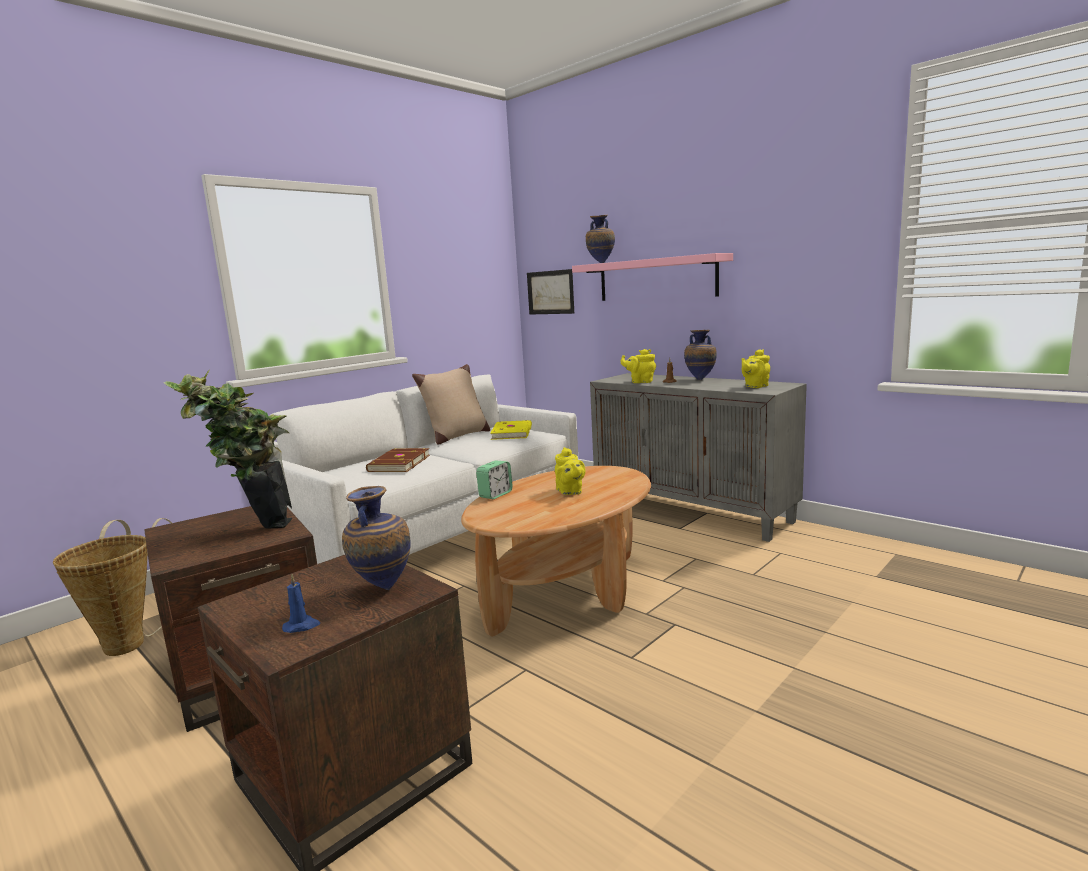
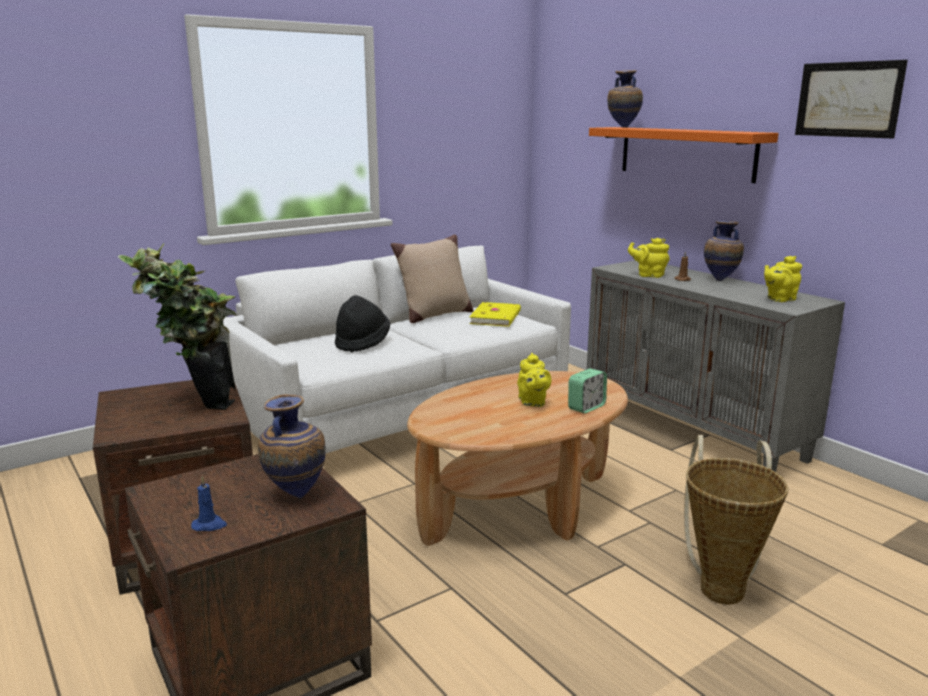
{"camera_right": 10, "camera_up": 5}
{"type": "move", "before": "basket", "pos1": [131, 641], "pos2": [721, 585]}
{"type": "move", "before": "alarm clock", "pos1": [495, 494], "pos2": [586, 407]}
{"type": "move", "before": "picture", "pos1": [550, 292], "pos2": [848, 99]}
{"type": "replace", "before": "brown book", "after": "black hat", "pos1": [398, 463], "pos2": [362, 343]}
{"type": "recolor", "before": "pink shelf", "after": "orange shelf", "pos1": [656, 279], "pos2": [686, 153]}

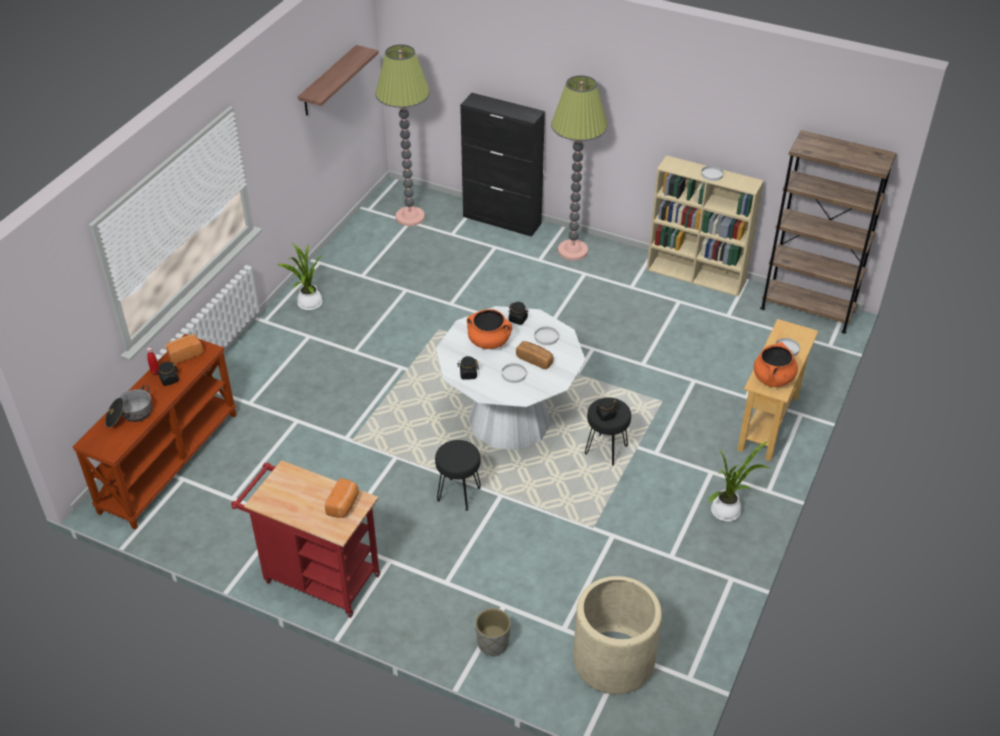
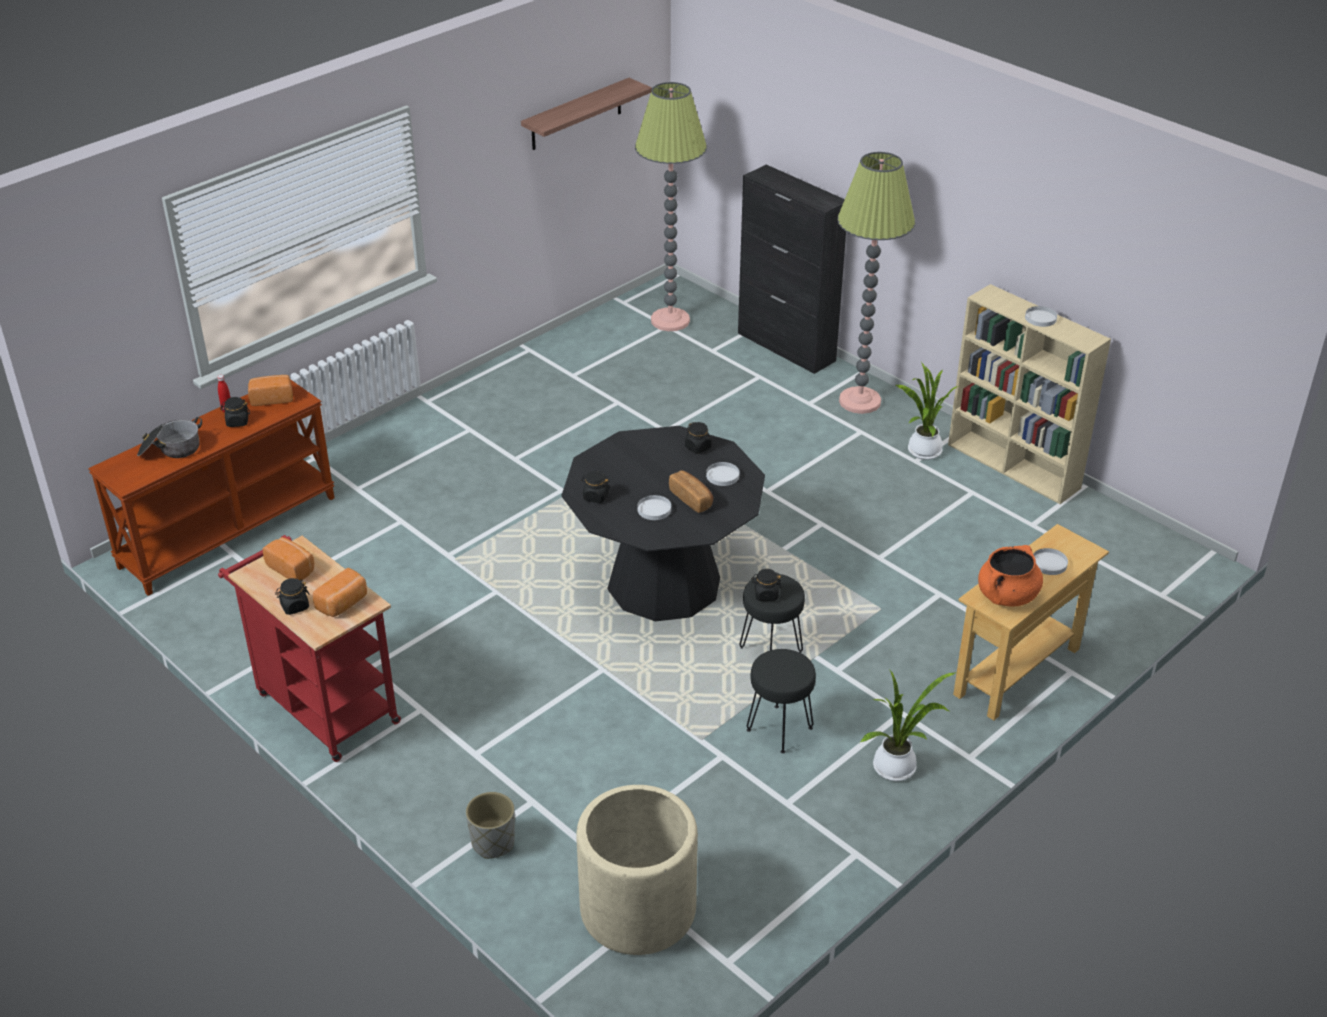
{"camera_right": 20, "camera_up": -5}
{"type": "delete", "before": "orange cooking pot", "pos1": [489, 341]}
{"type": "delete", "before": "brown bookcase", "pos1": [807, 310]}
{"type": "insert", "after": "bread", "pos2": [292, 568]}
{"type": "insert", "after": "black jar", "pos2": [294, 606]}
{"type": "move", "before": "potted plant", "pos1": [308, 304], "pos2": [922, 452]}
{"type": "move", "before": "black stool", "pos1": [458, 494], "pos2": [778, 729]}
{"type": "recolor", "before": "white dining table", "after": "black dining table", "pos1": [509, 420], "pos2": [664, 583]}

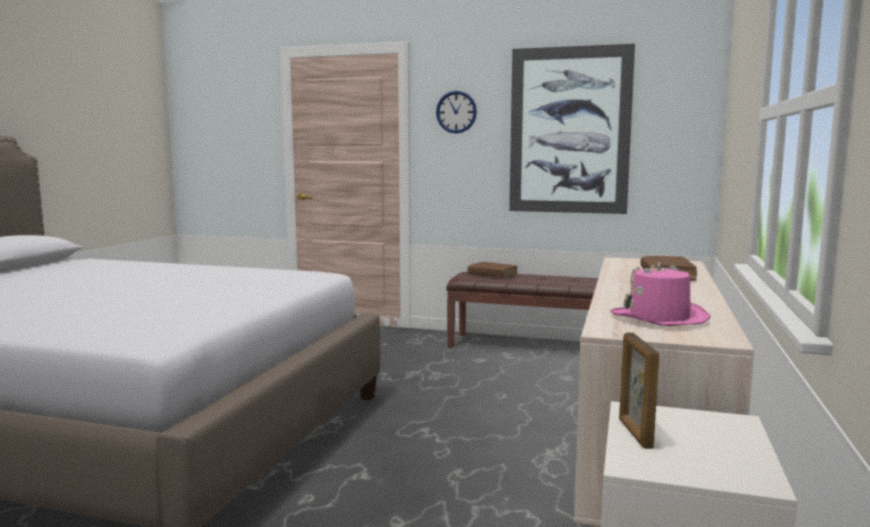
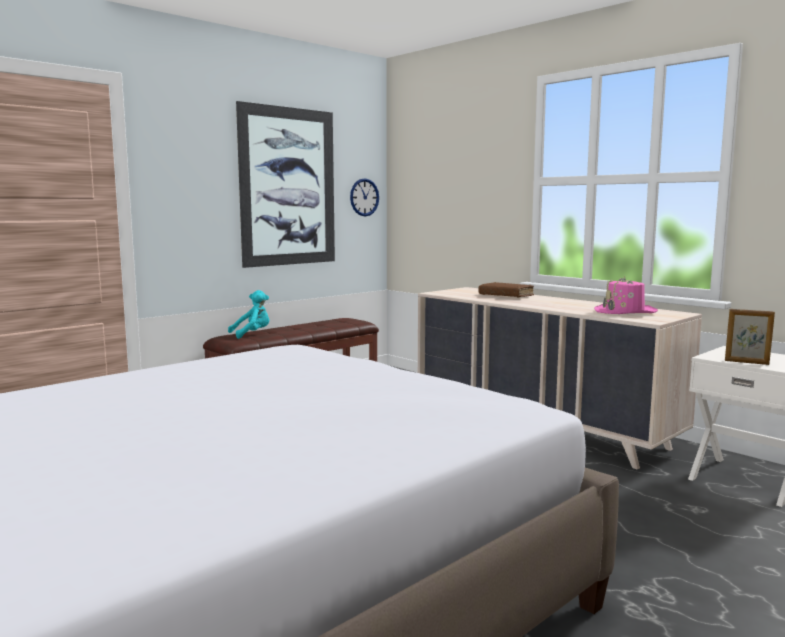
{"camera_right": -60, "camera_up": 0}
{"type": "move", "before": "wall clock", "pos1": [456, 112], "pos2": [364, 197]}
{"type": "replace", "before": "brown book", "after": "turquoise plush toy", "pos1": [492, 275], "pos2": [252, 334]}

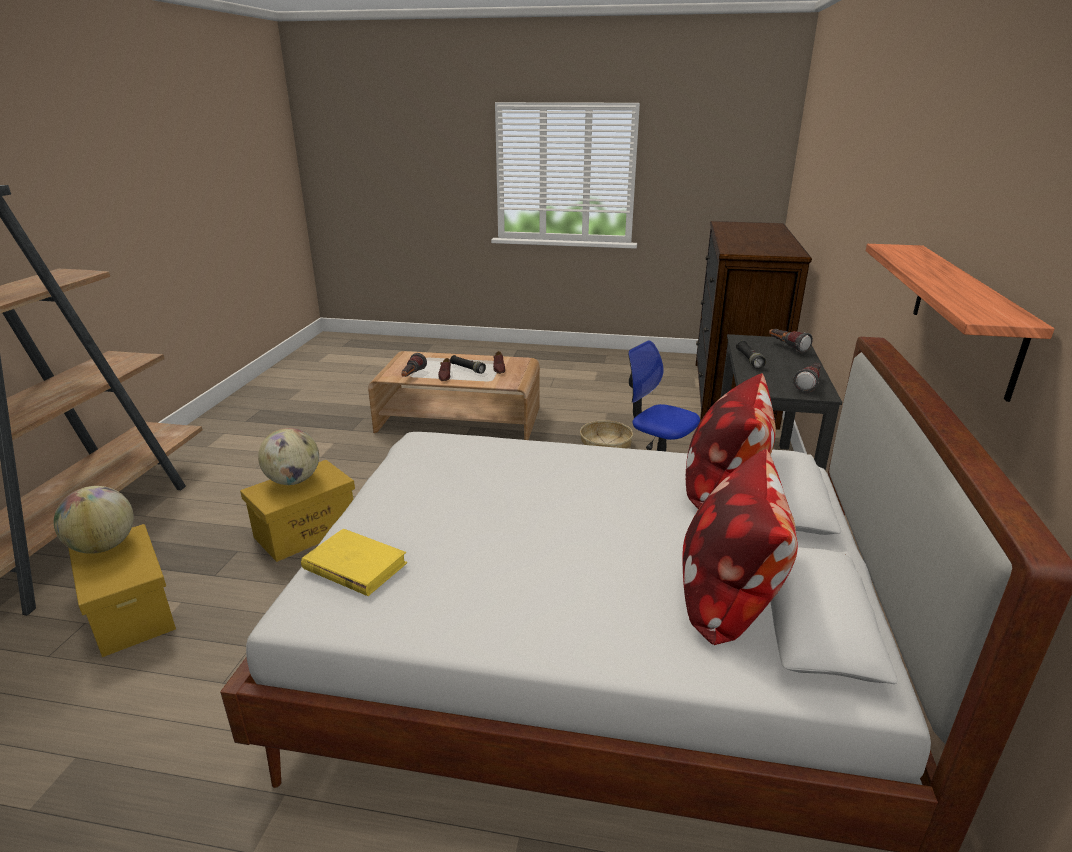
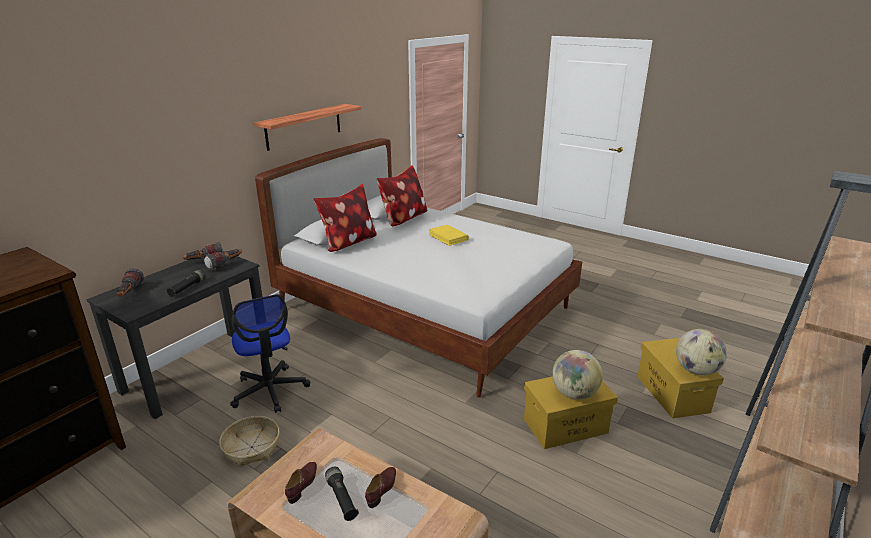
{"camera_right": -155, "camera_up": 0}
{"type": "move", "before": "yellow book", "pos1": [354, 566], "pos2": [448, 237]}
{"type": "move", "before": "flashlight", "pos1": [412, 376], "pos2": [225, 265]}

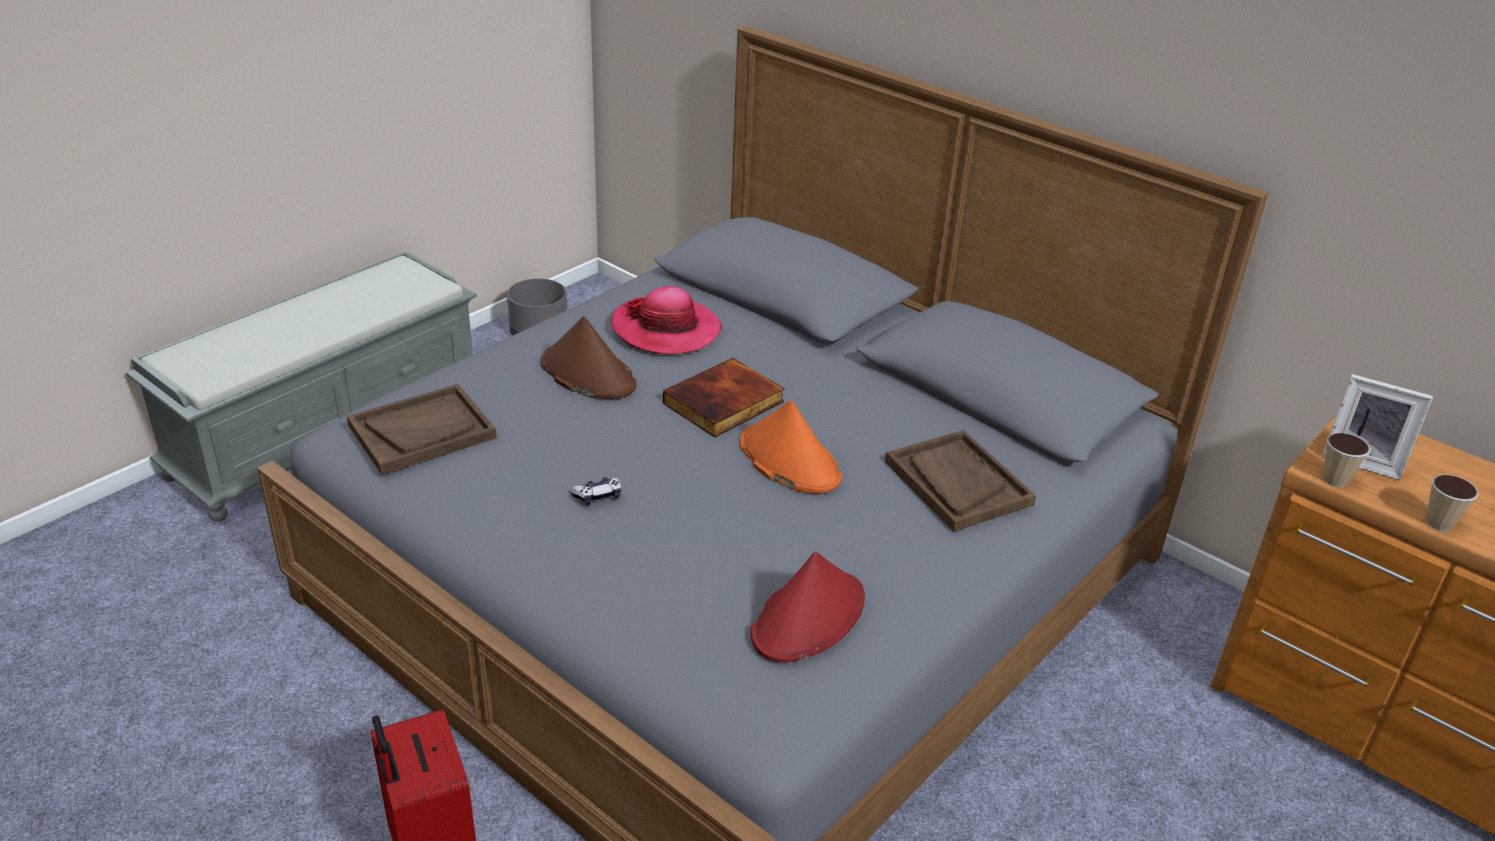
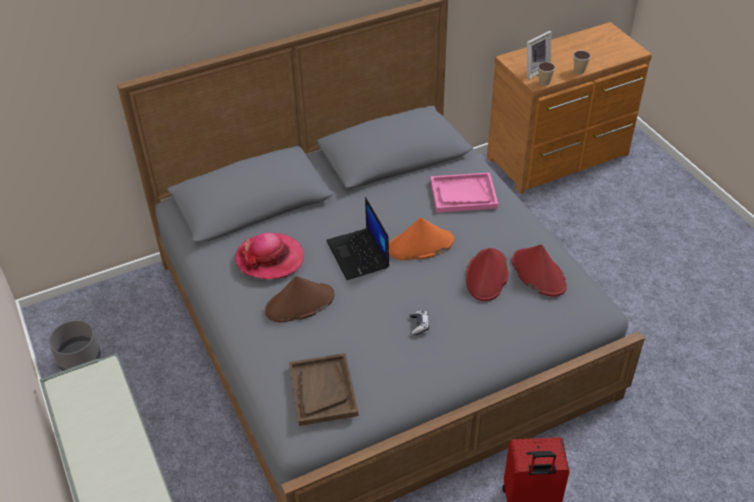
{"camera_right": -65, "camera_up": 10}
{"type": "insert", "after": "red hat", "pos2": [487, 276]}
{"type": "replace", "before": "book", "after": "laptop", "pos1": [724, 404], "pos2": [359, 255]}
{"type": "recolor", "before": "brown tray", "after": "pink tray", "pos1": [957, 483], "pos2": [463, 194]}

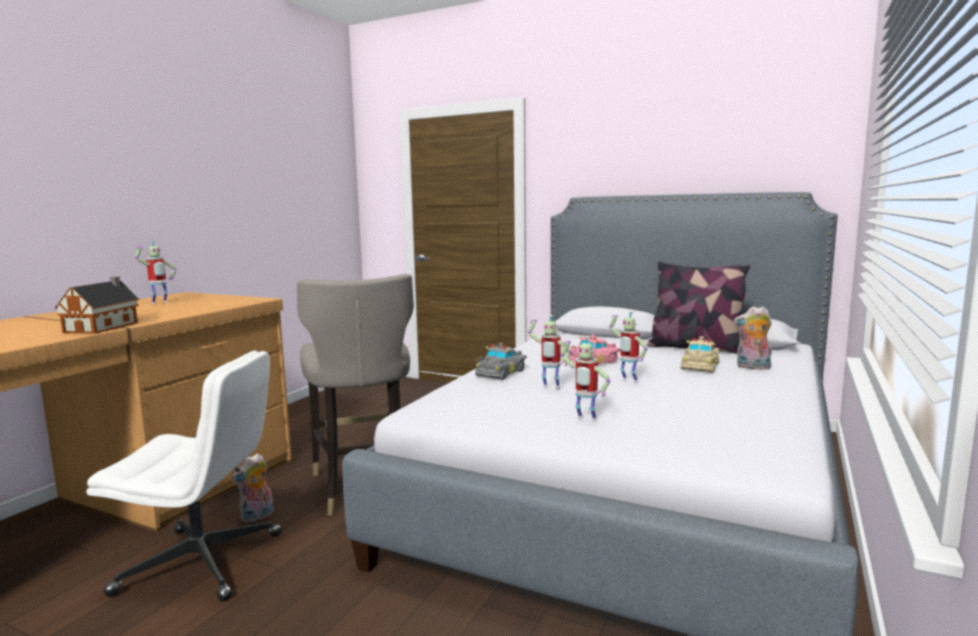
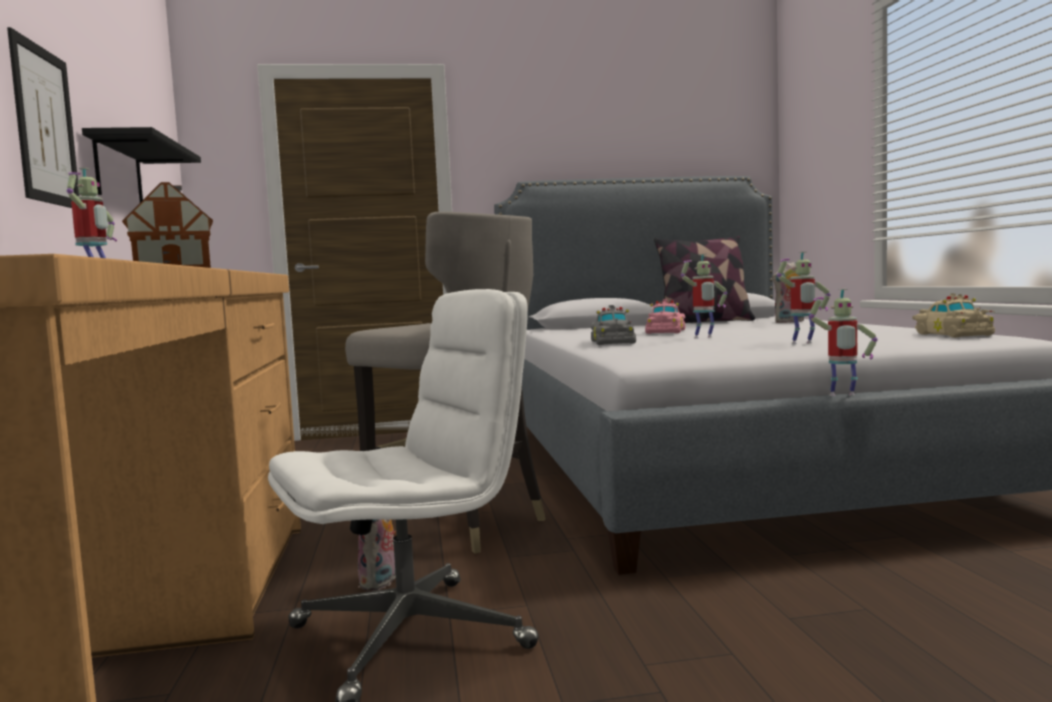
{"camera_right": -35, "camera_up": -5}
{"type": "insert", "after": "picture", "pos2": [45, 126]}
{"type": "insert", "after": "black shelf", "pos2": [118, 173]}
{"type": "move", "before": "toy robot", "pos1": [628, 381], "pos2": [842, 395]}
{"type": "move", "before": "beige toy car", "pos1": [701, 366], "pos2": [952, 334]}

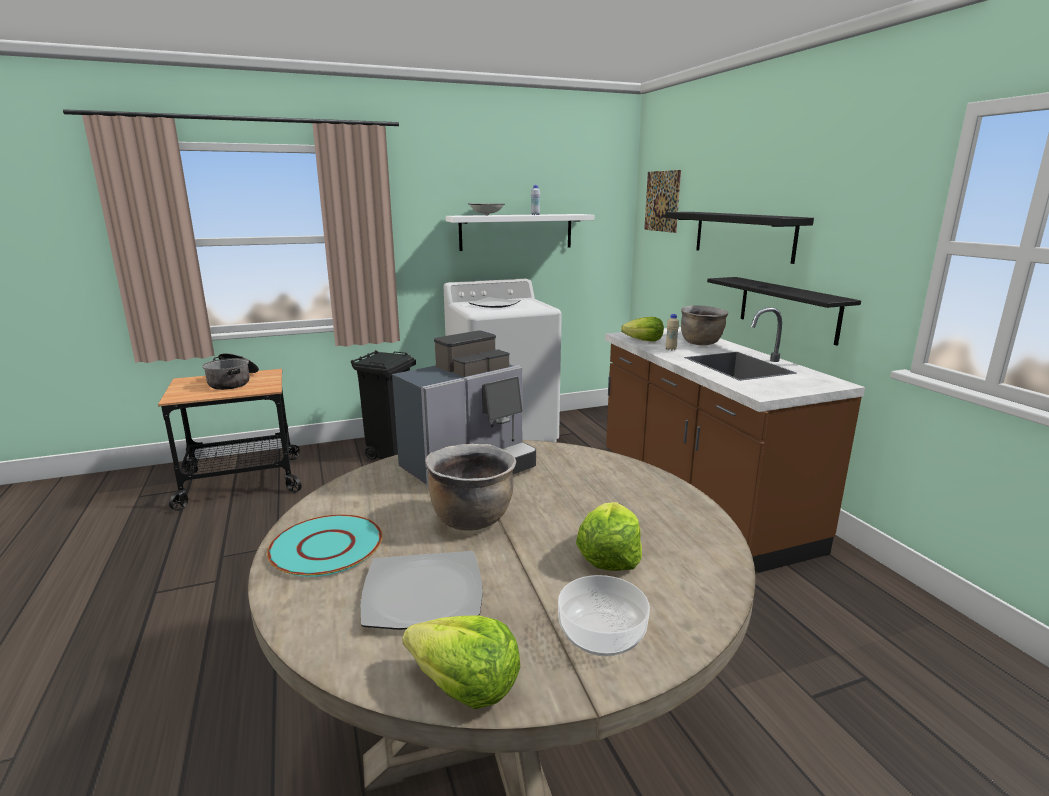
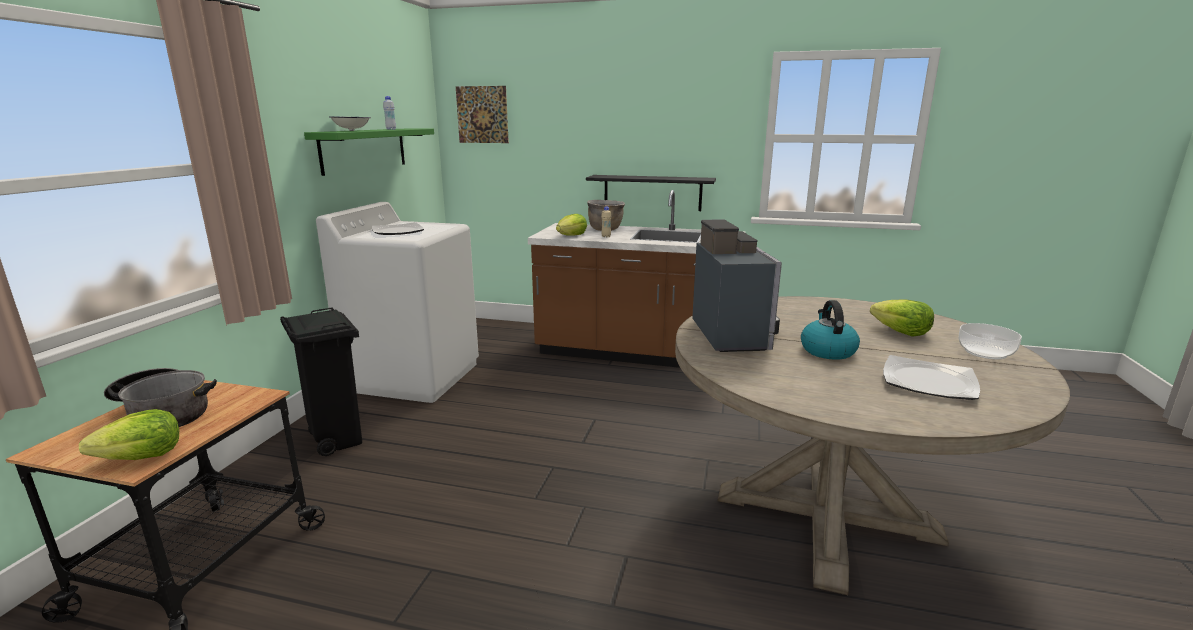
{"camera_right": -55, "camera_up": 0}
{"type": "delete", "before": "turquoise plate", "pos1": [326, 547]}
{"type": "delete", "before": "black shelf", "pos1": [743, 235]}
{"type": "move", "before": "lettuce", "pos1": [465, 686], "pos2": [142, 457]}
{"type": "replace", "before": "brown cooking pot", "after": "kettle", "pos1": [471, 518], "pos2": [827, 350]}
{"type": "recolor", "before": "white shelf", "after": "green shelf", "pos1": [516, 232], "pos2": [364, 150]}

